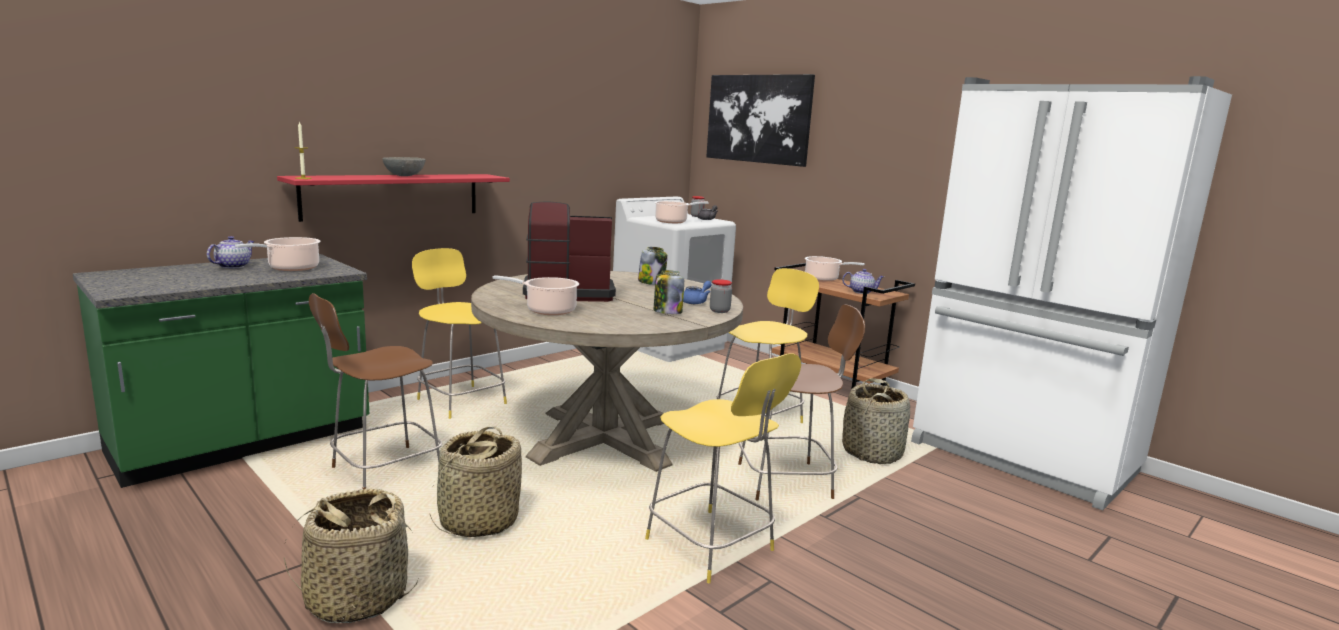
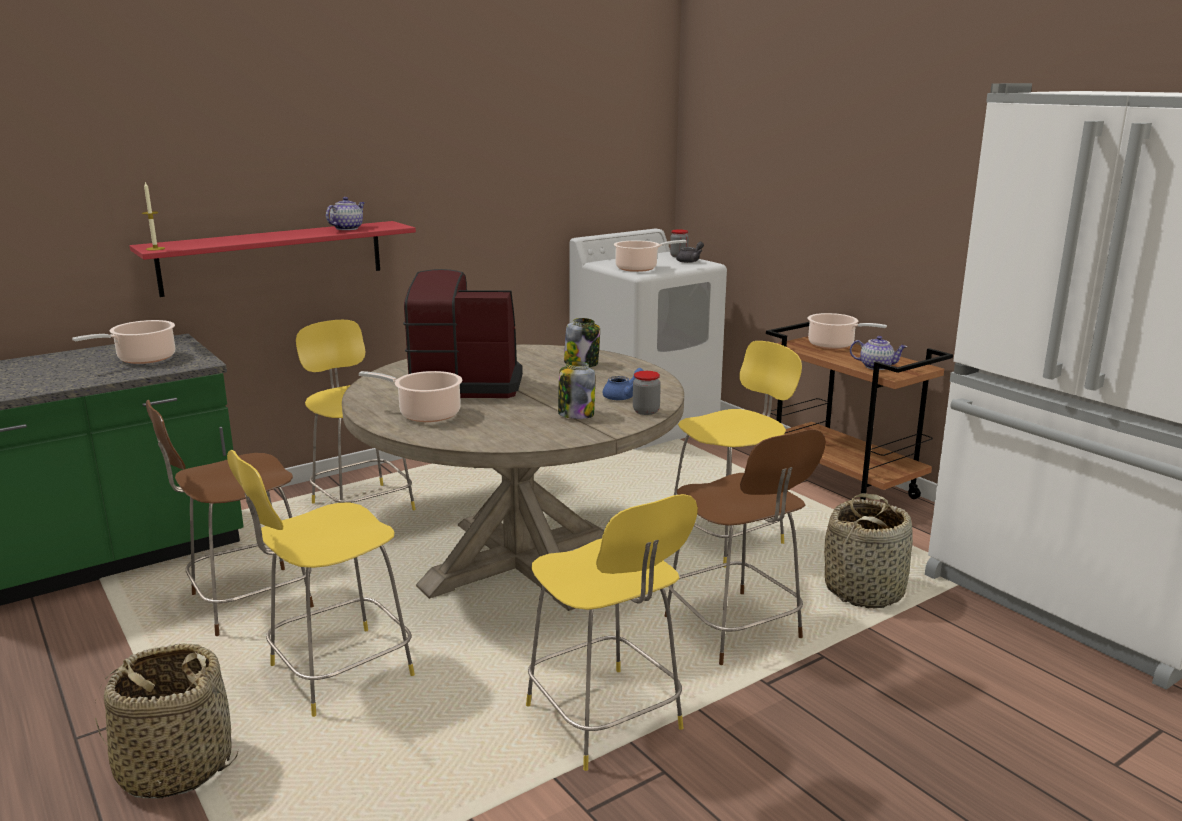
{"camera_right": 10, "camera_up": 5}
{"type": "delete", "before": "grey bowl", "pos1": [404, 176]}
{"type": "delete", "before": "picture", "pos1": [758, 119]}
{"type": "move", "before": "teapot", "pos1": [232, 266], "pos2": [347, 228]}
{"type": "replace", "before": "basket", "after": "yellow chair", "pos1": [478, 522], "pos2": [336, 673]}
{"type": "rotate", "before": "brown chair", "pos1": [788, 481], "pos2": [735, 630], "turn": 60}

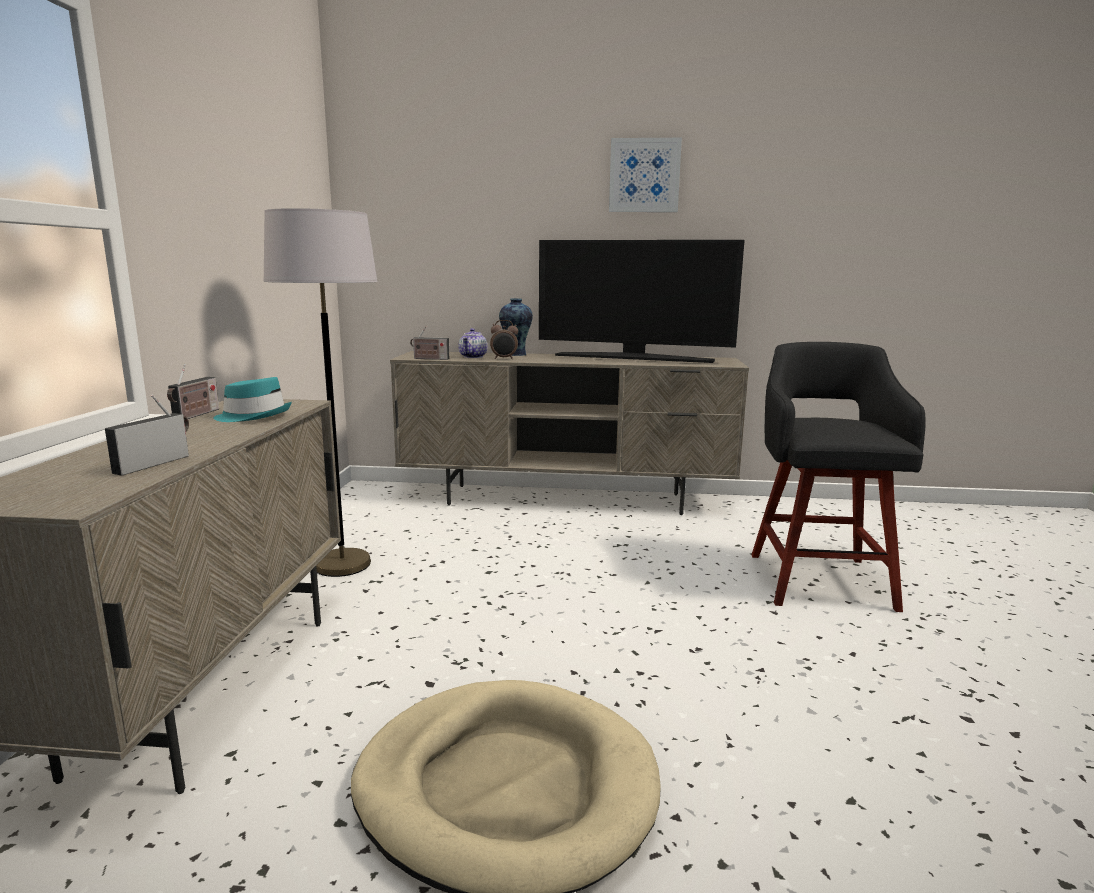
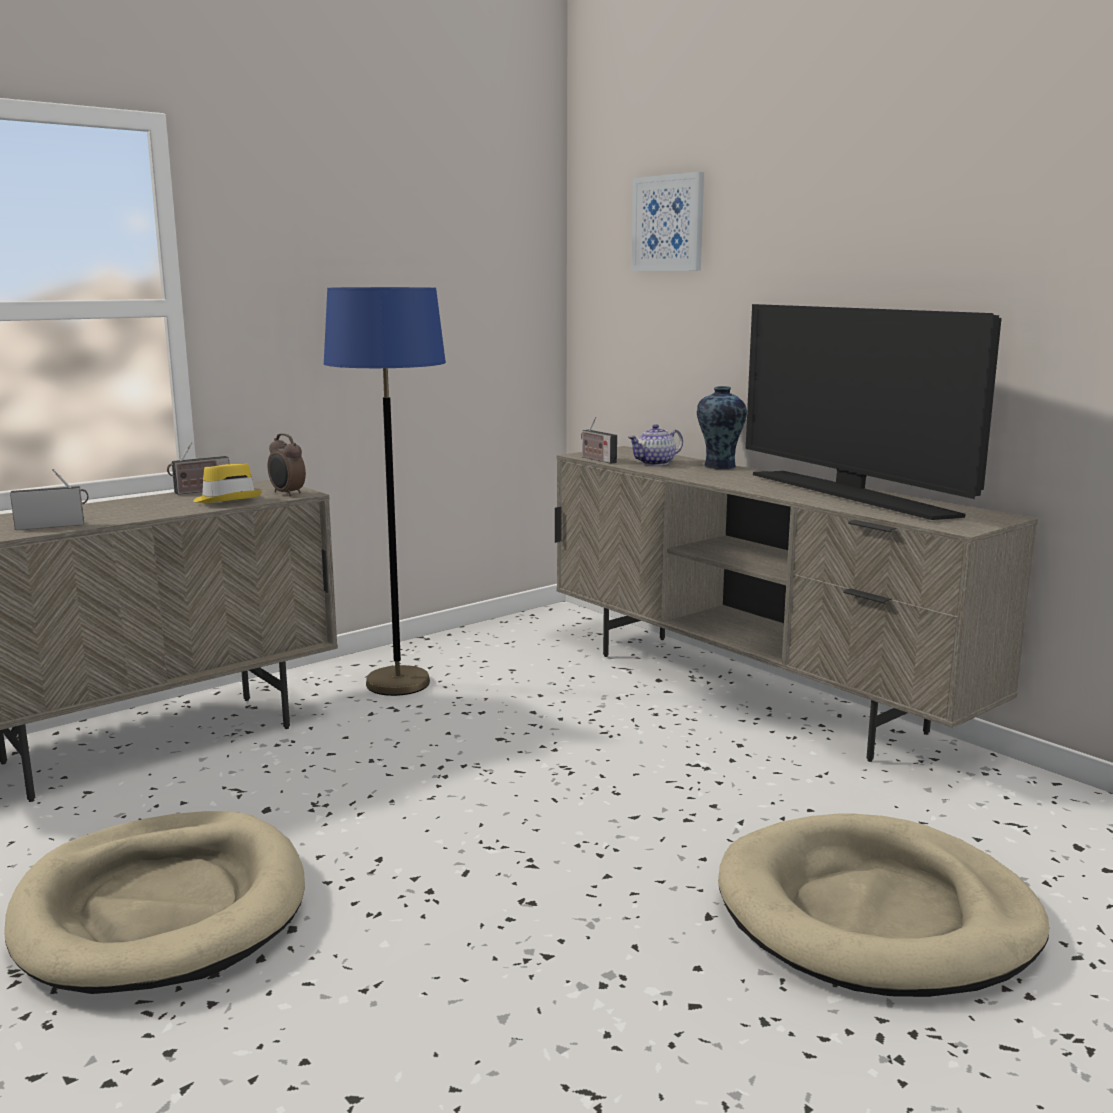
{"camera_right": 45, "camera_up": 0}
{"type": "move", "before": "alarm clock", "pos1": [504, 359], "pos2": [287, 494]}
{"type": "move", "before": "picture", "pos1": [644, 175], "pos2": [668, 223]}
{"type": "replace", "before": "black stool", "after": "beige dog bed", "pos1": [819, 579], "pos2": [876, 914]}
{"type": "recolor", "before": "turquoise hat", "after": "yellow hat", "pos1": [254, 416], "pos2": [227, 499]}
{"type": "recolor", "before": "grey floor lamp", "after": "blue floor lamp", "pos1": [342, 564], "pos2": [398, 683]}

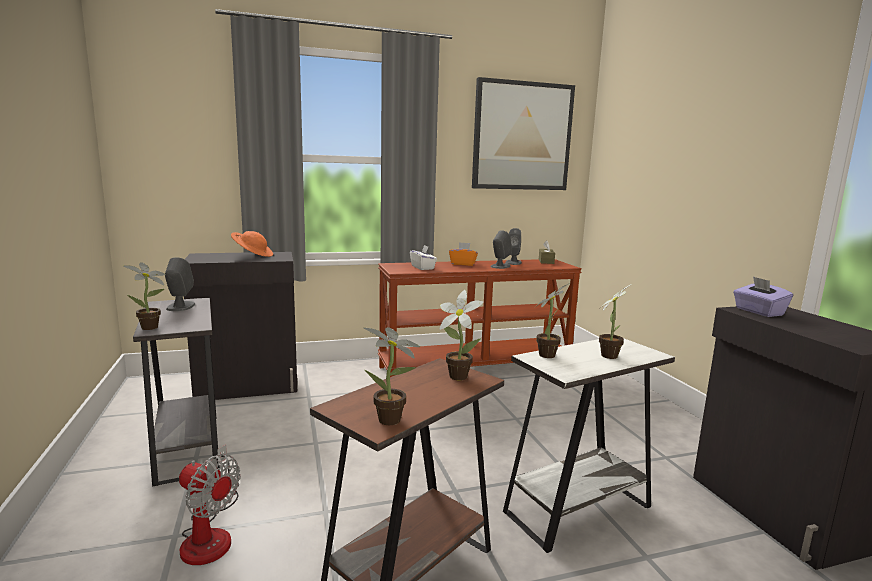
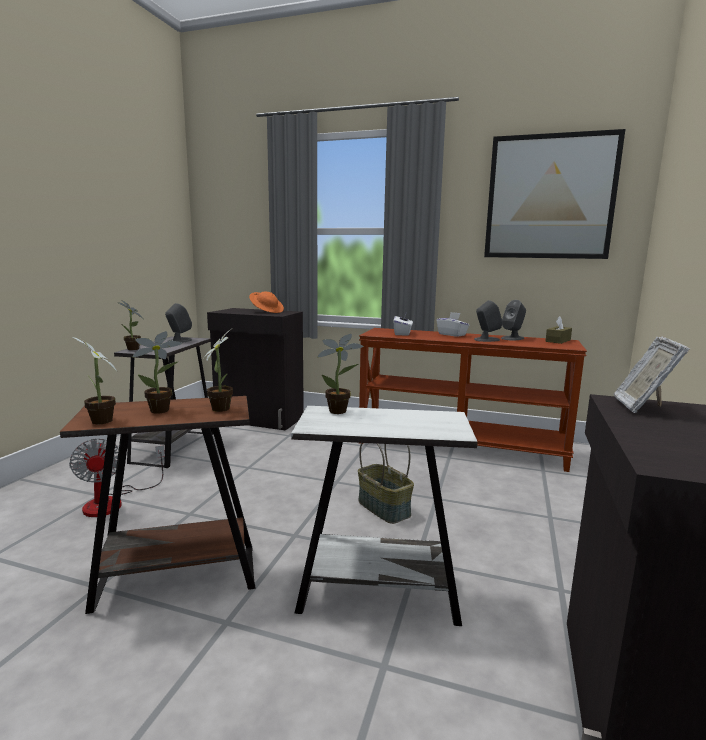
{"camera_right": 35, "camera_up": 0}
{"type": "insert", "after": "basket", "pos2": [385, 508]}
{"type": "move", "before": "potted plant", "pos1": [610, 355], "pos2": [163, 410]}
{"type": "replace", "before": "purple tissue box", "after": "picture frame", "pos1": [758, 312], "pos2": [642, 407]}
{"type": "recolor", "before": "orange tissue box", "after": "white tissue box", "pos1": [463, 264], "pos2": [452, 334]}

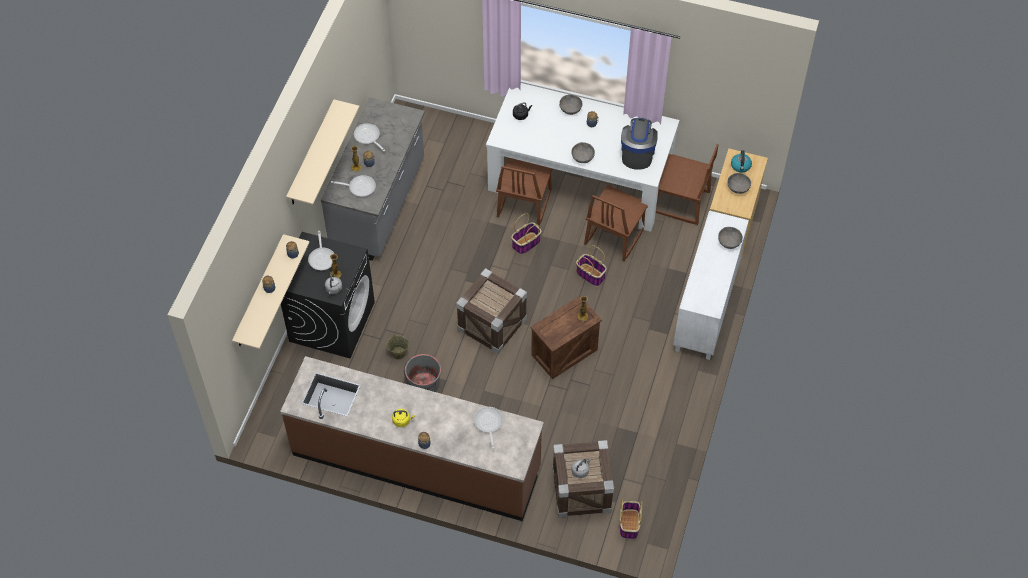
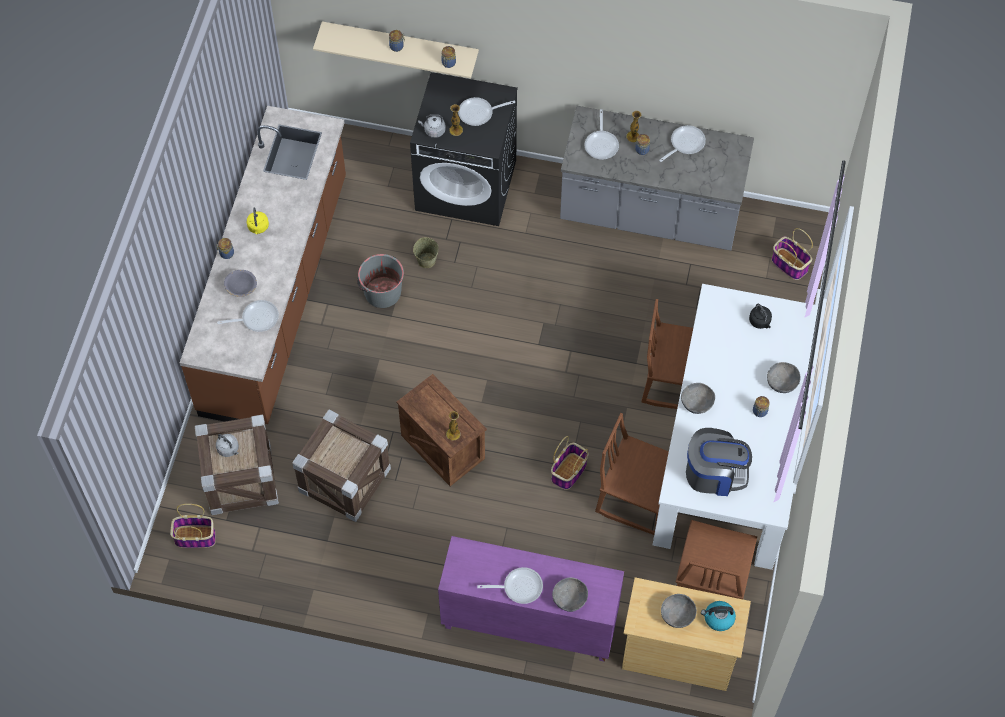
{"camera_right": 85, "camera_up": 5}
{"type": "delete", "before": "beige shelf", "pos1": [311, 154]}
{"type": "insert", "after": "grey bowl", "pos2": [241, 287]}
{"type": "insert", "after": "frying pan", "pos2": [519, 587]}
{"type": "move", "before": "crate", "pos1": [492, 324], "pos2": [344, 480]}
{"type": "move", "before": "basket", "pos1": [526, 244], "pos2": [788, 264]}
{"type": "recolor", "before": "white cabinet", "after": "purple cabinet", "pos1": [706, 309], "pos2": [528, 622]}

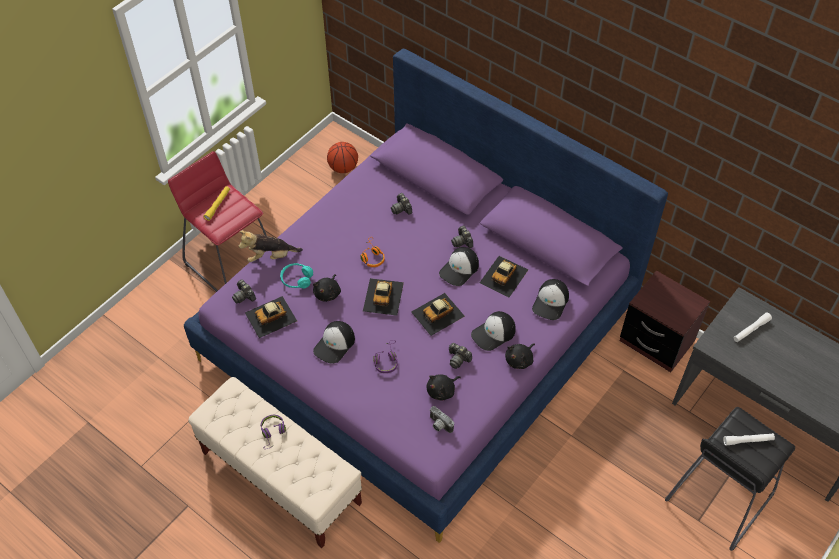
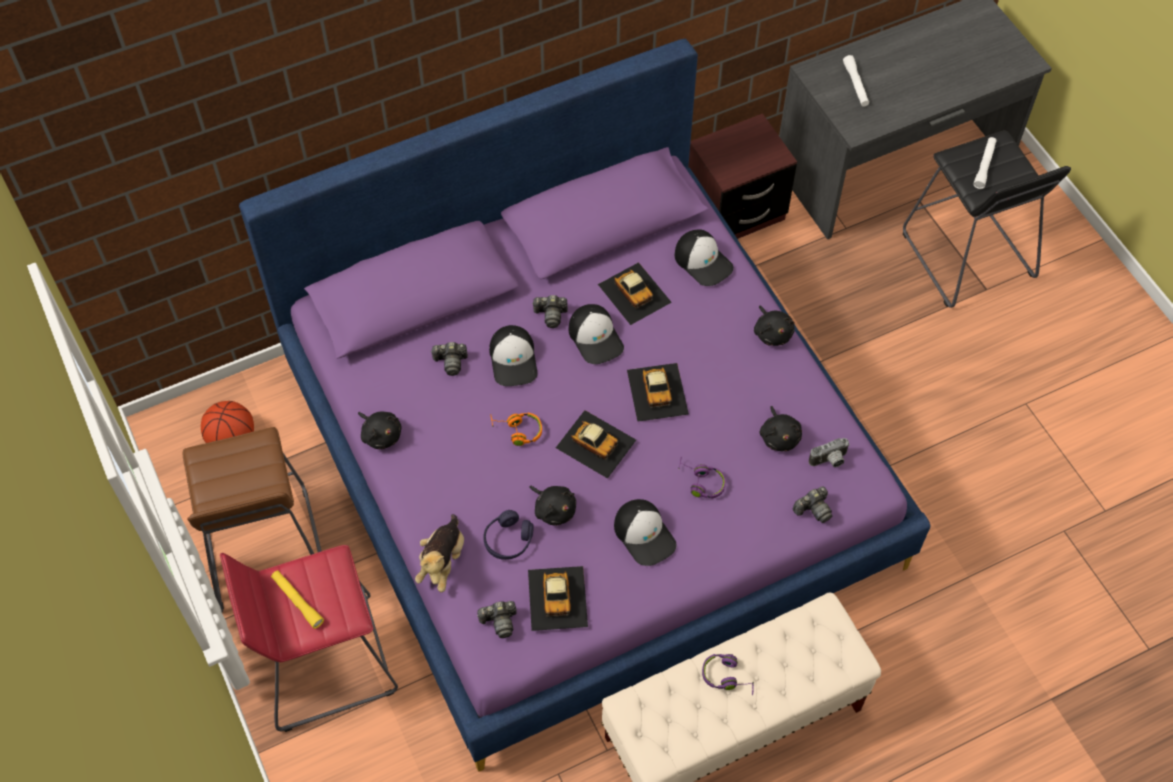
{"camera_right": -65, "camera_up": 5}
{"type": "insert", "after": "brown stool", "pos2": [264, 550]}
{"type": "insert", "after": "black plush toy", "pos2": [381, 434]}
{"type": "move", "before": "photo camera", "pos1": [458, 359], "pos2": [813, 509]}
{"type": "move", "before": "cap", "pos1": [493, 333], "pos2": [514, 360]}
{"type": "recolor", "before": "turquoise headphones", "after": "purple headphones", "pos1": [297, 279], "pos2": [508, 540]}

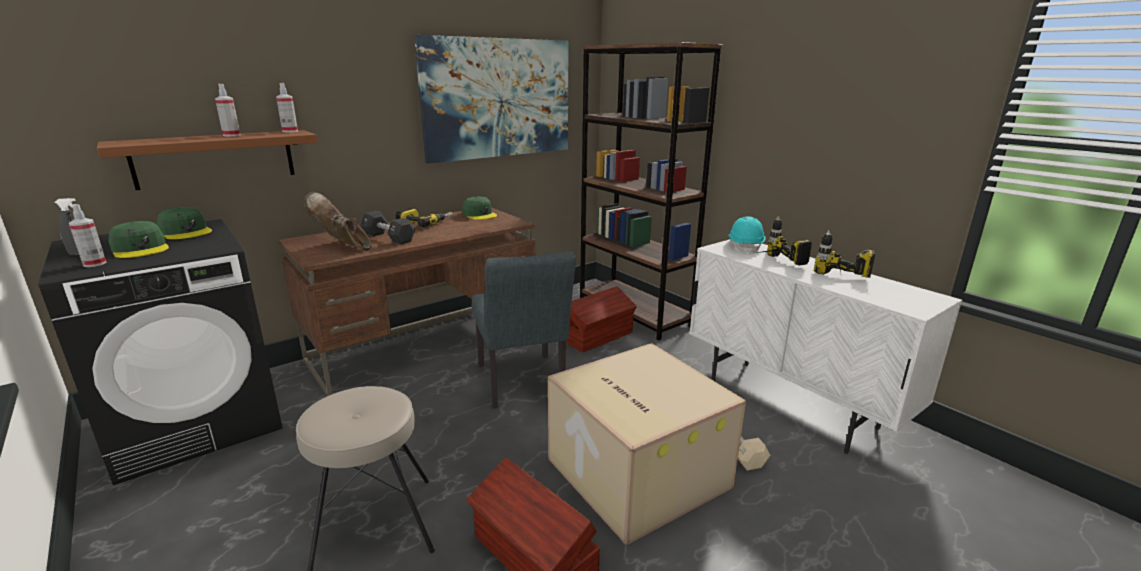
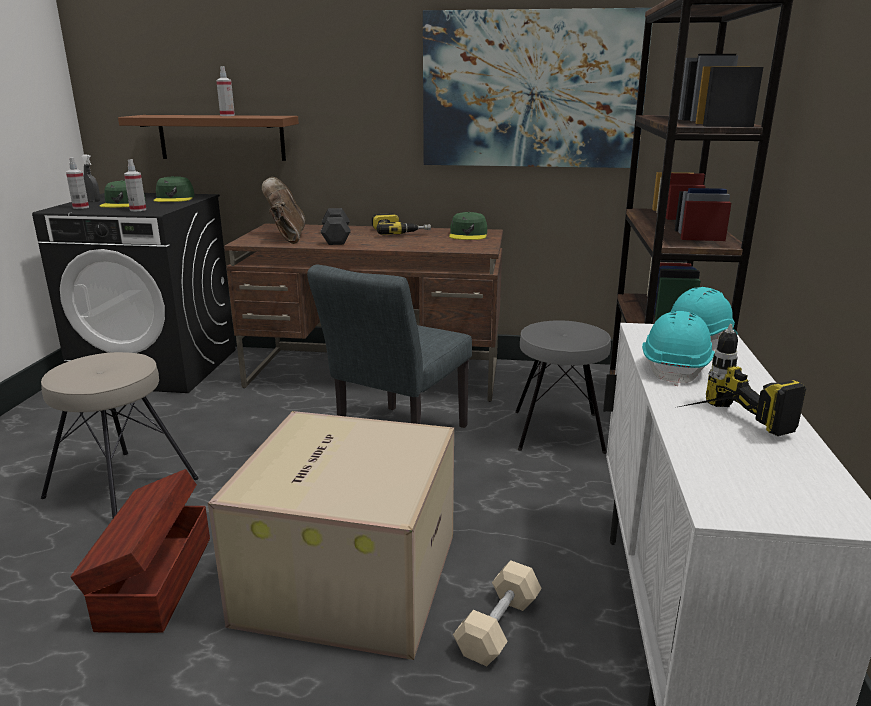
{"camera_right": 45, "camera_up": 0}
{"type": "move", "before": "spray bottle", "pos1": [290, 131], "pos2": [138, 210]}
{"type": "replace", "before": "brown storage box", "after": "grey stool", "pos1": [599, 337], "pos2": [558, 431]}
{"type": "replace", "before": "power drill", "after": "turquoise hard hat", "pos1": [772, 263], "pos2": [675, 368]}

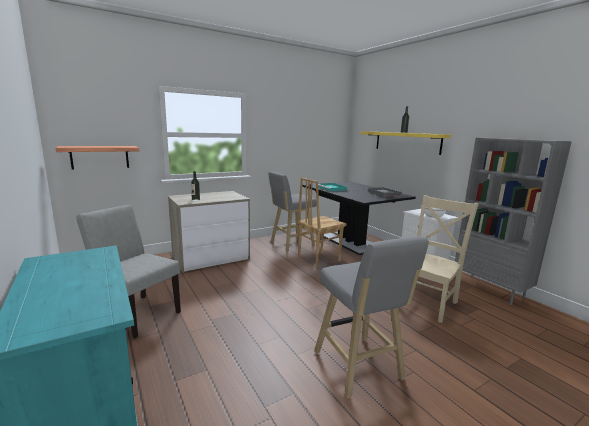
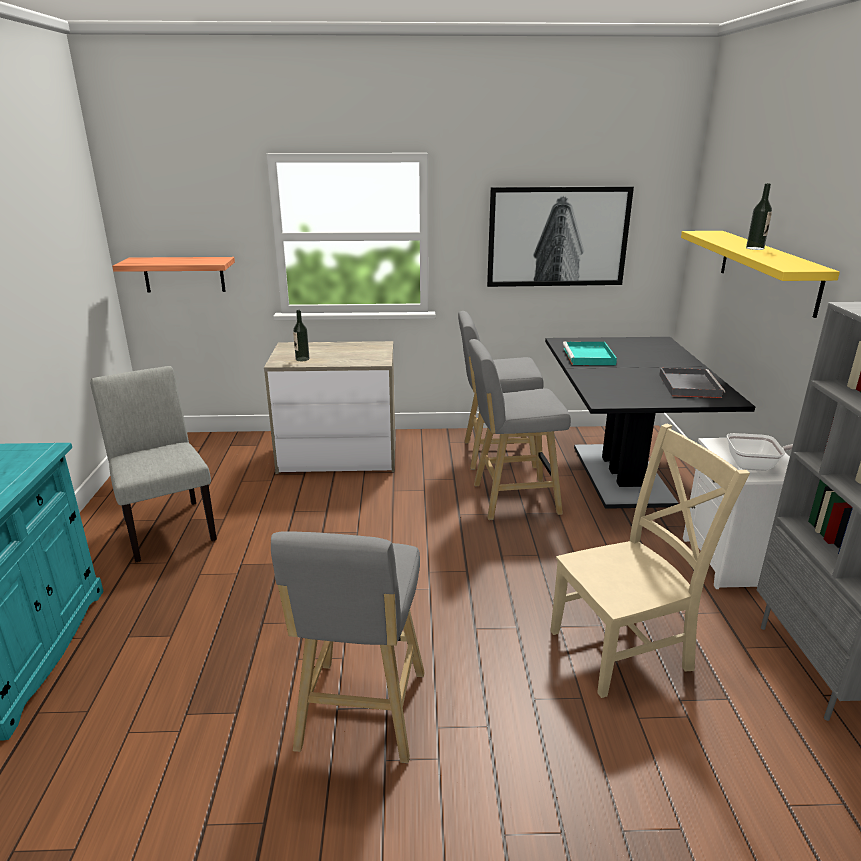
{"camera_right": 30, "camera_up": 10}
{"type": "insert", "after": "picture", "pos2": [557, 237]}
{"type": "replace", "before": "brown chair", "after": "grey stool", "pos1": [318, 259], "pos2": [511, 499]}

